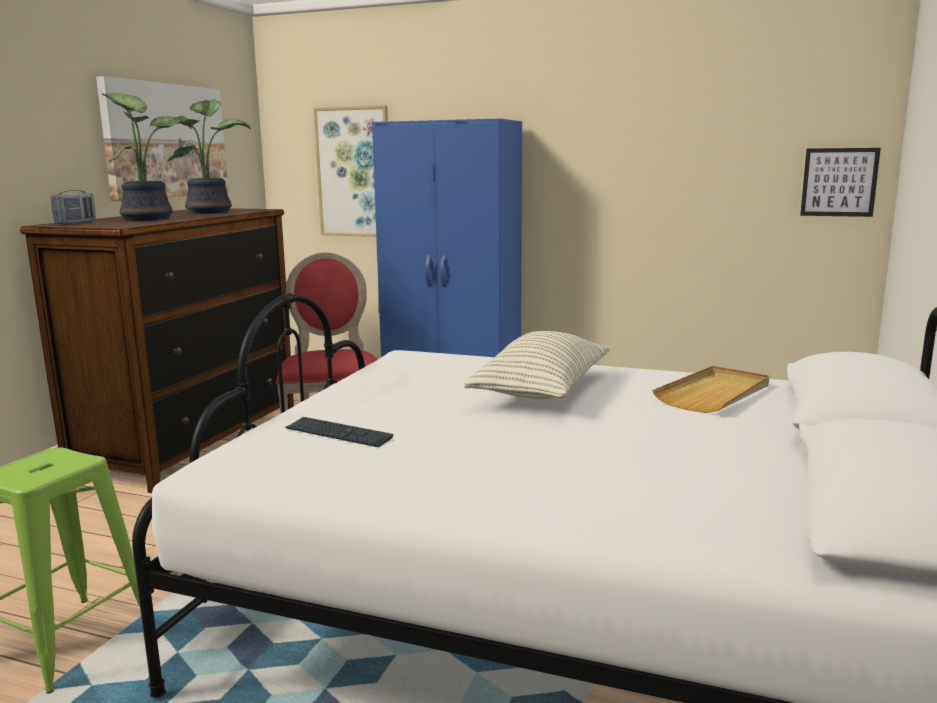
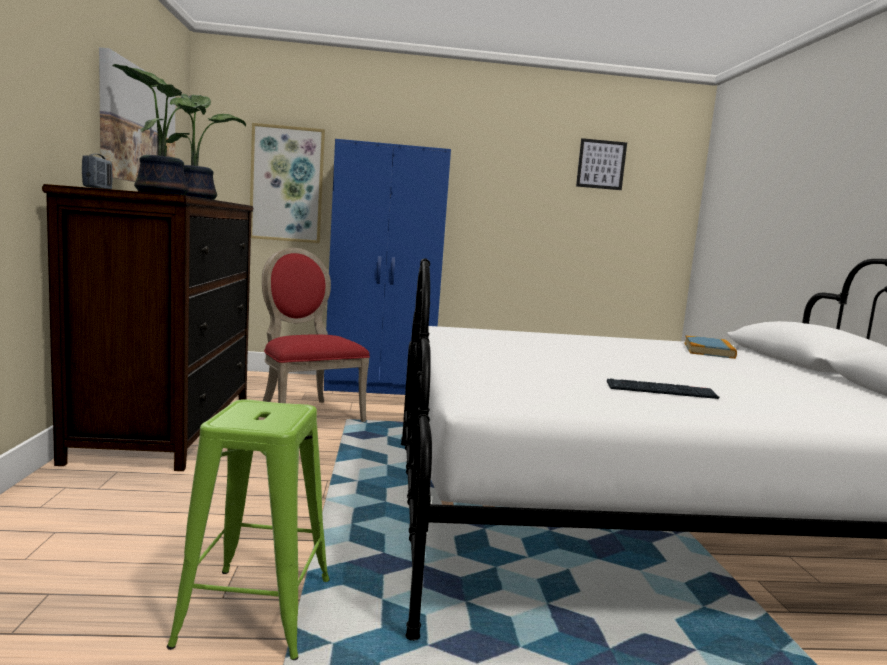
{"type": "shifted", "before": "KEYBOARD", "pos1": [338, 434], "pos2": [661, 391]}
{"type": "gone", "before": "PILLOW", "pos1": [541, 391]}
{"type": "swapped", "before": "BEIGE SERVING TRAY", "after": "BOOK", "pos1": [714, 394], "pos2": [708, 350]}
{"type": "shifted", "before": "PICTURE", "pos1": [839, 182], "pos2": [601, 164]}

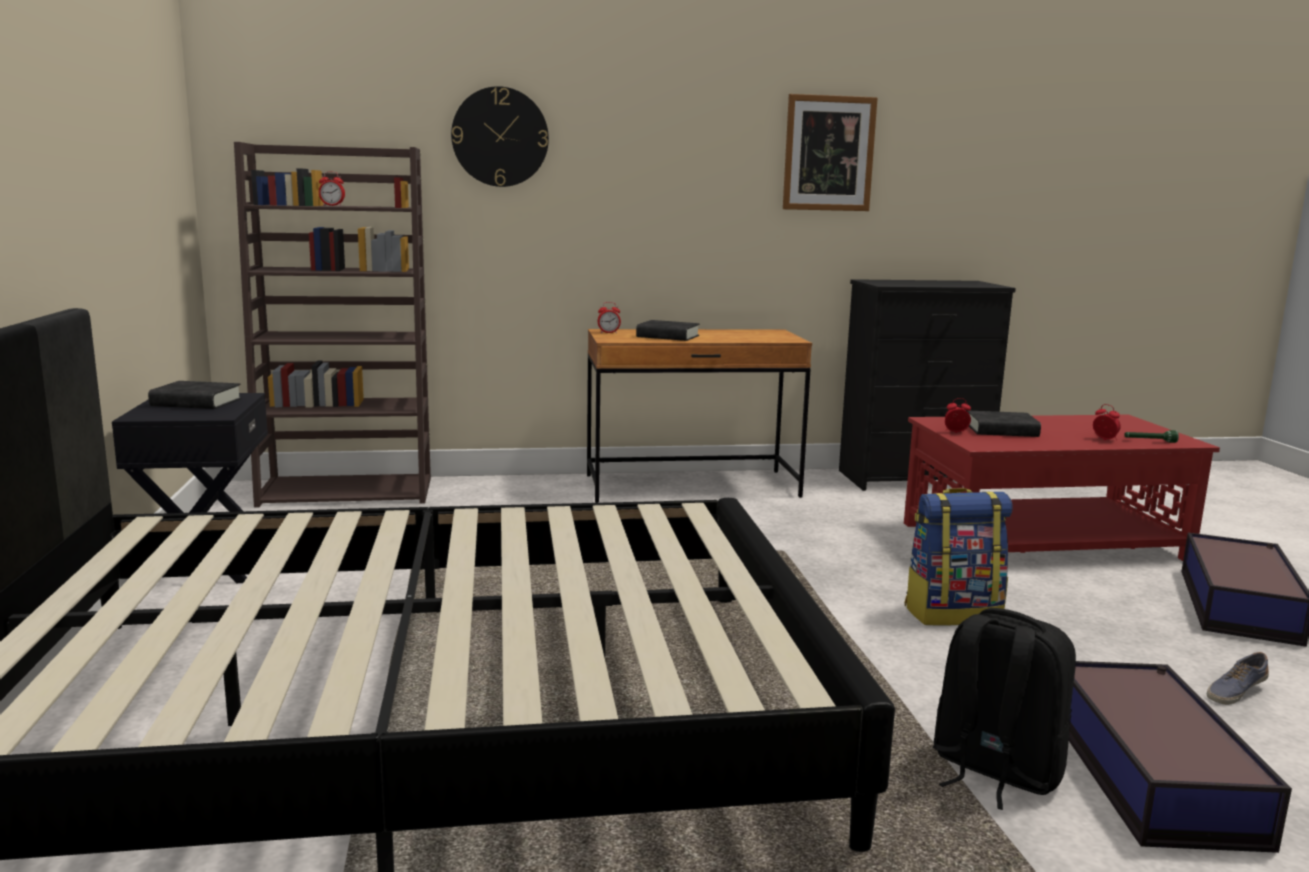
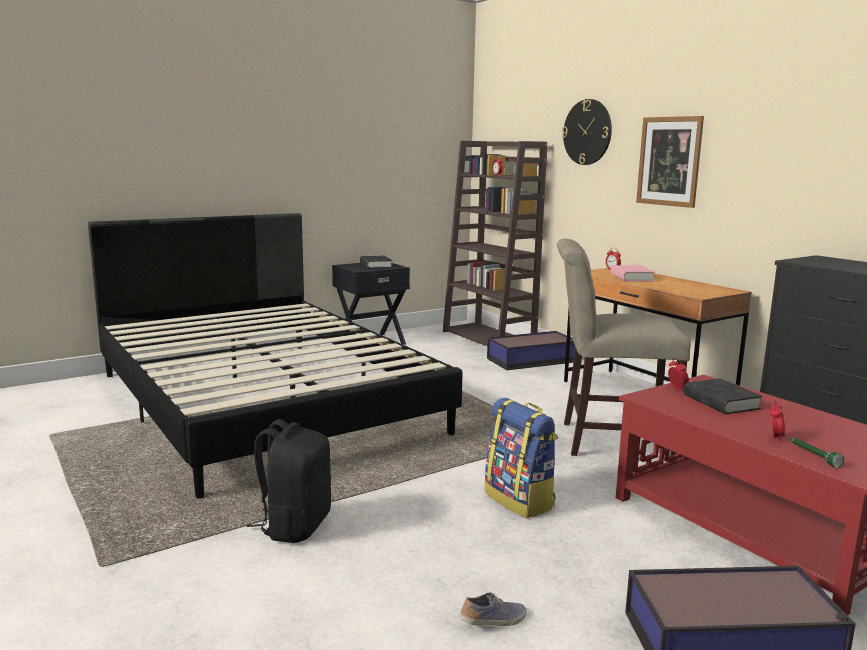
{"type": "repainted", "before": "BLACK-COLOURED BOOK", "after": "PINKISH BOOK", "pos1": [667, 336], "pos2": [631, 277]}
{"type": "shifted", "before": "PICTURE", "pos1": [829, 153], "pos2": [669, 161]}
{"type": "shifted", "before": "STORAGE CONTAINER", "pos1": [1150, 772], "pos2": [533, 360]}
{"type": "rotated", "before": "SHOE", "pos1": [1235, 692], "pos2": [494, 622], "turn": 120}
{"type": "new", "after": "BEIGE CHAIR", "pos2": [608, 440]}

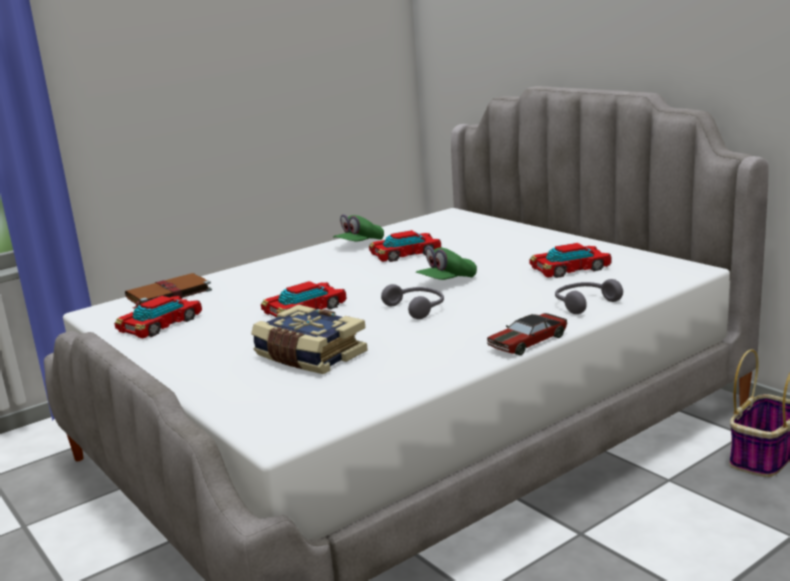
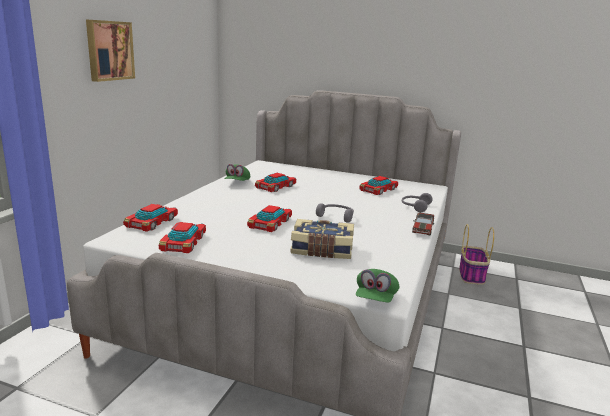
{"type": "swapped", "before": "BROWN-COLOURED BOOK", "after": "TOY CAR", "pos1": [167, 294], "pos2": [152, 222]}
{"type": "shifted", "before": "GREEN CAP", "pos1": [447, 281], "pos2": [375, 299]}
{"type": "new", "after": "PICTURE", "pos2": [109, 50]}

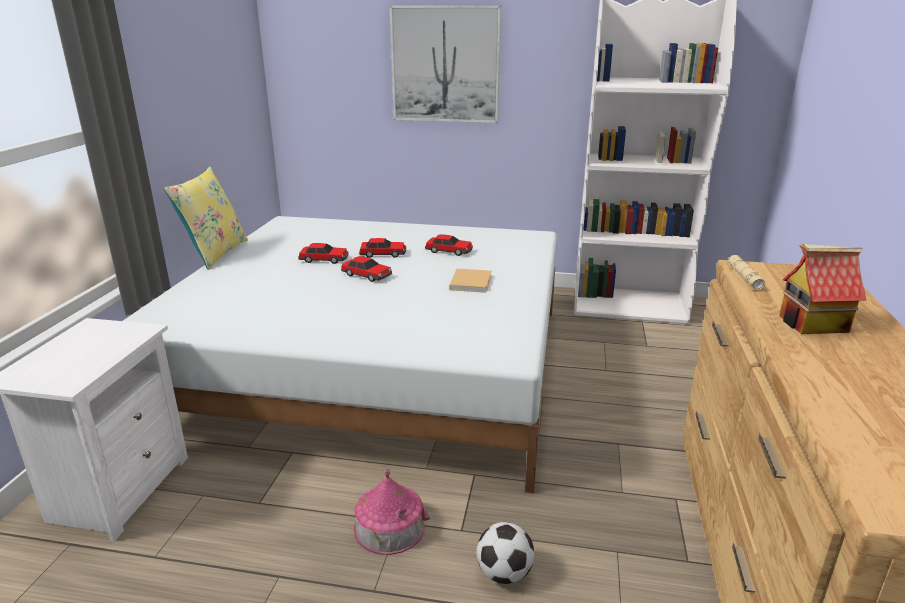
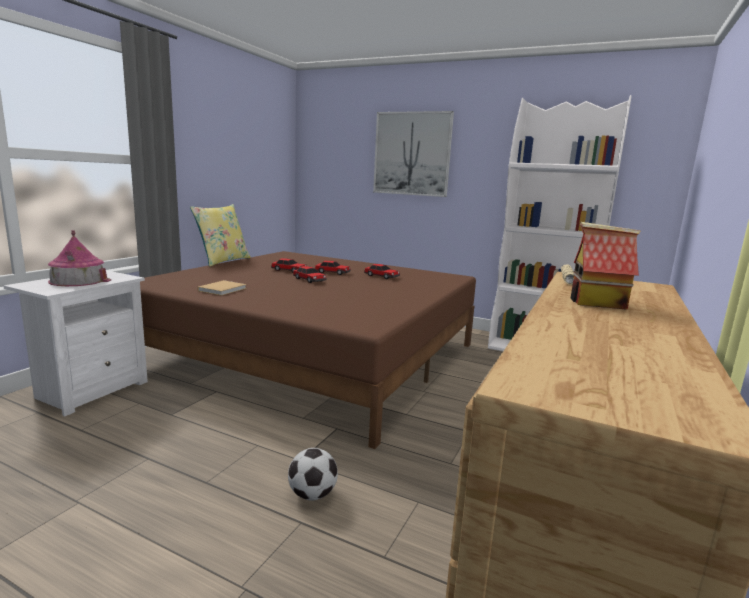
{"type": "repainted", "before": "WHITISH SLEEPING BED", "after": "BROWN-COLOURED SLEEPING BED", "pos1": [376, 366], "pos2": [313, 354]}
{"type": "shifted", "before": "MINIATURE HOUSE", "pos1": [389, 527], "pos2": [78, 280]}
{"type": "shifted", "before": "BEIGE BOOK", "pos1": [471, 282], "pos2": [223, 289]}

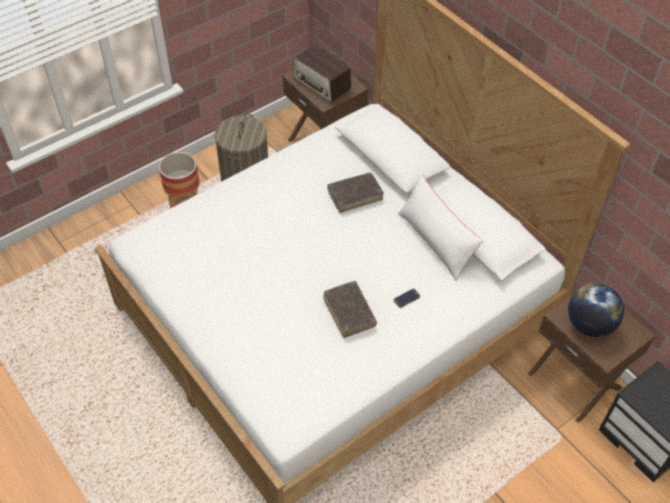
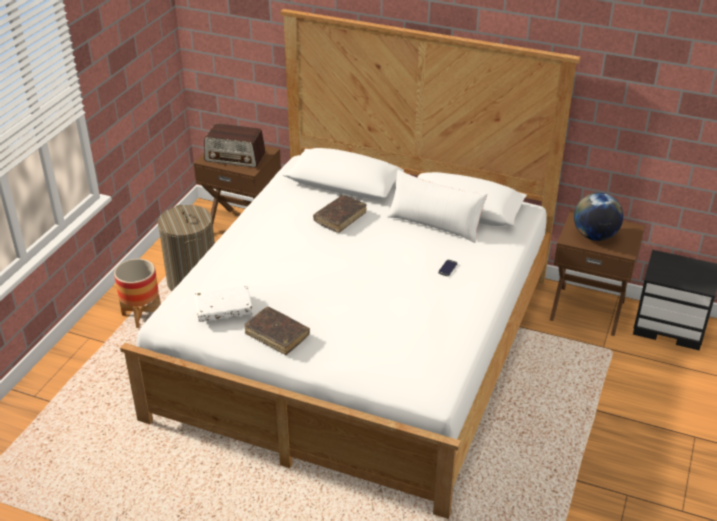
{"type": "shifted", "before": "BROWN-COLOURED BOOK", "pos1": [349, 312], "pos2": [277, 335]}
{"type": "new", "after": "WHITISH BOOK", "pos2": [224, 309]}

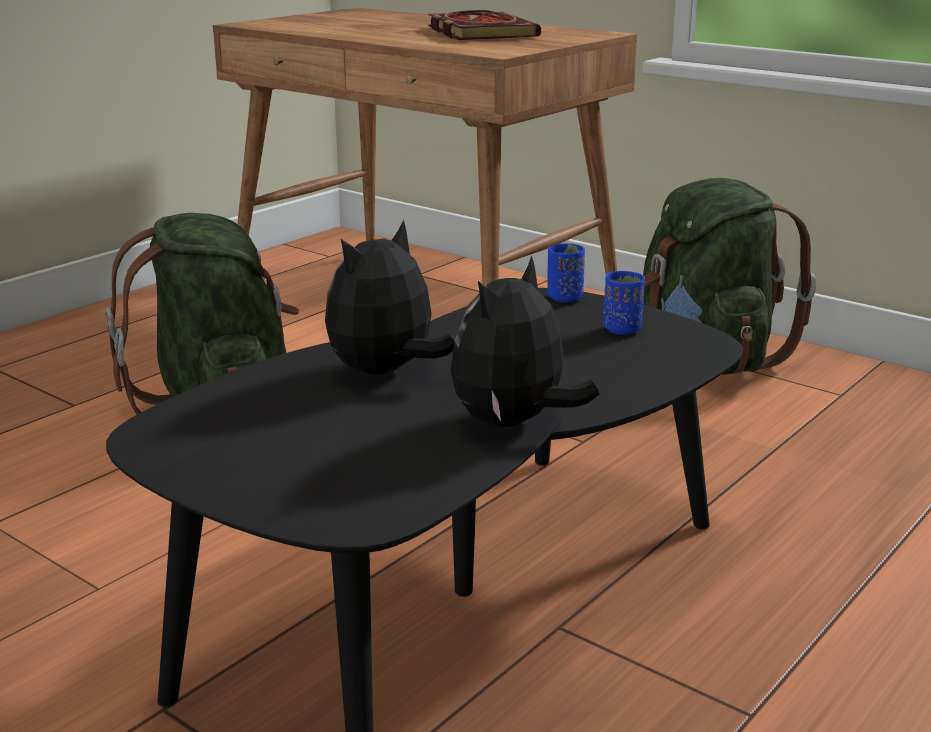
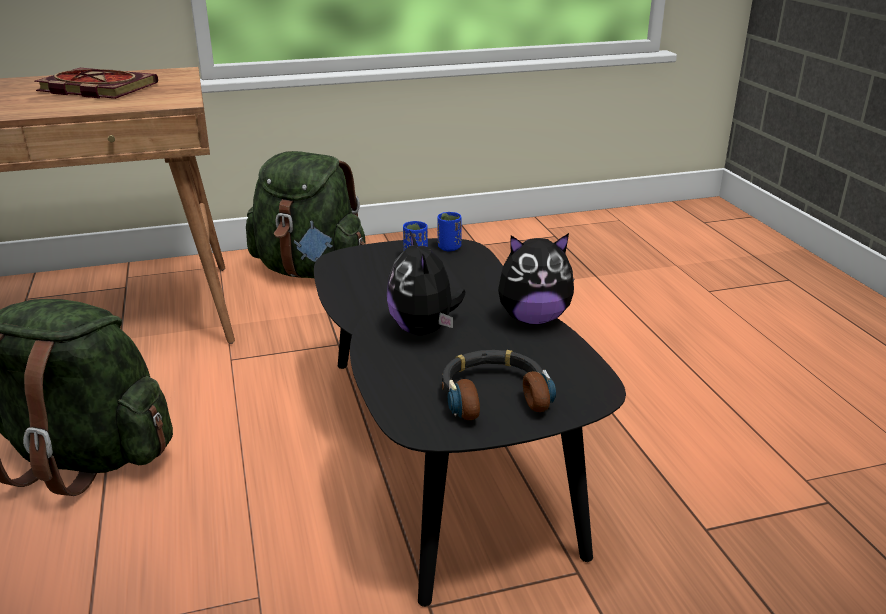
{"type": "rotated", "before": "CUDDLY TOY", "pos1": [514, 423], "pos2": [533, 318], "turn": -75}
{"type": "shifted", "before": "BLUE-COLOURED CUP", "pos1": [564, 298], "pos2": [449, 247]}
{"type": "new", "after": "HEADSET", "pos2": [494, 395]}

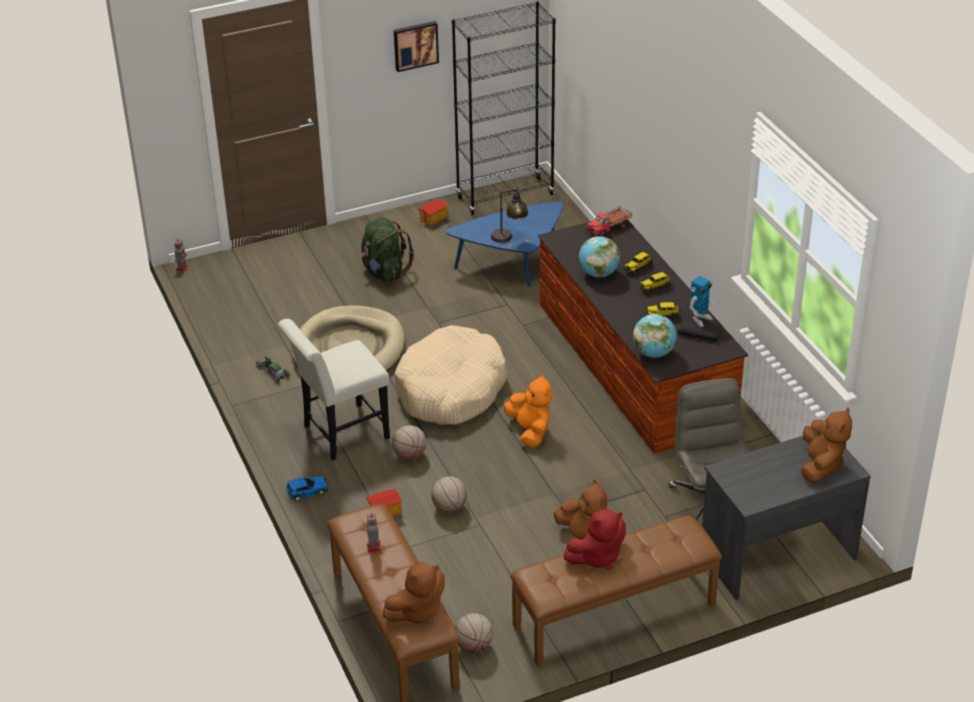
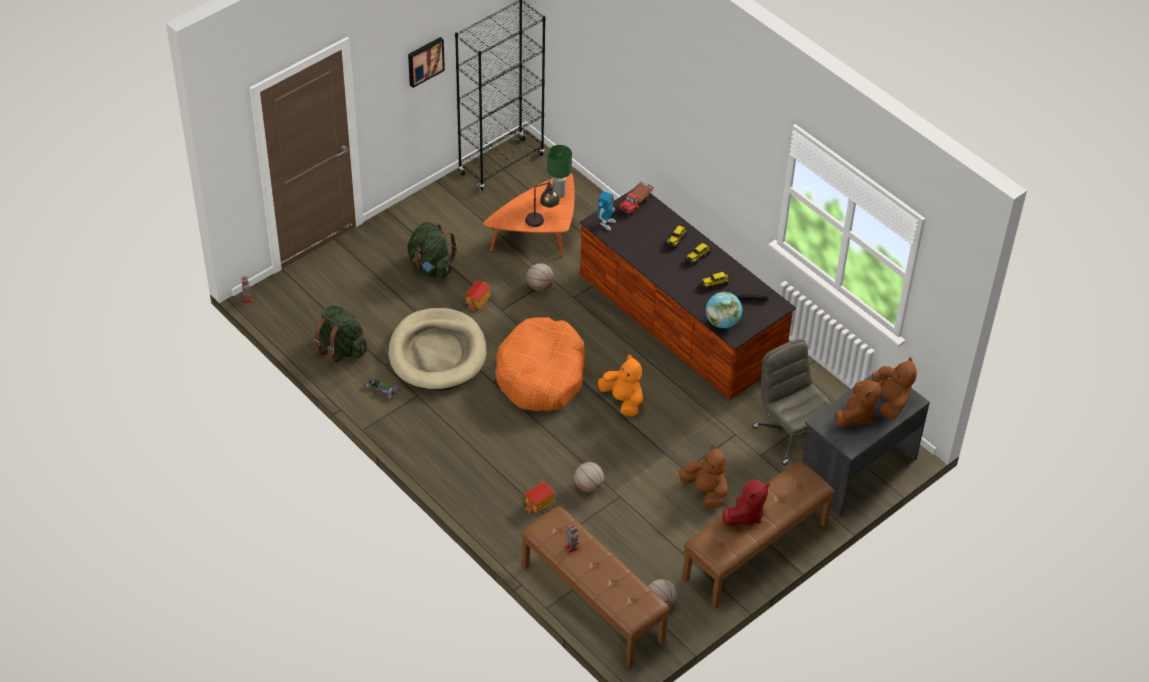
{"type": "gone", "before": "WHITISH CHAIR", "pos1": [340, 434]}
{"type": "gone", "before": "TOY CAR", "pos1": [306, 491]}
{"type": "shifted", "before": "BROWN-COLOURED CUDDLY TOY", "pos1": [417, 611], "pos2": [856, 415]}
{"type": "shifted", "before": "BASKETBALL BALL", "pos1": [410, 455], "pos2": [540, 286]}
{"type": "repainted", "before": "BEIGE DOG CUSHION", "after": "ORANGEY DOG CUSHION", "pos1": [451, 390], "pos2": [541, 375]}
{"type": "shifted", "before": "MINIATURE HOUSE", "pos1": [433, 220], "pos2": [478, 301]}
{"type": "repainted", "before": "BLUE-COLOURED LOUNGE TABLE", "after": "ORANGEY LOUNGE TABLE", "pos1": [512, 265], "pos2": [539, 237]}
{"type": "gone", "before": "WORLD GLOBE", "pos1": [598, 274]}
{"type": "shifted", "before": "MODEL ROBOT", "pos1": [700, 319], "pos2": [606, 223]}
{"type": "new", "after": "GREEN BACKPACK", "pos2": [341, 348]}
{"type": "new", "after": "GREEN TABLE LAMP", "pos2": [558, 193]}

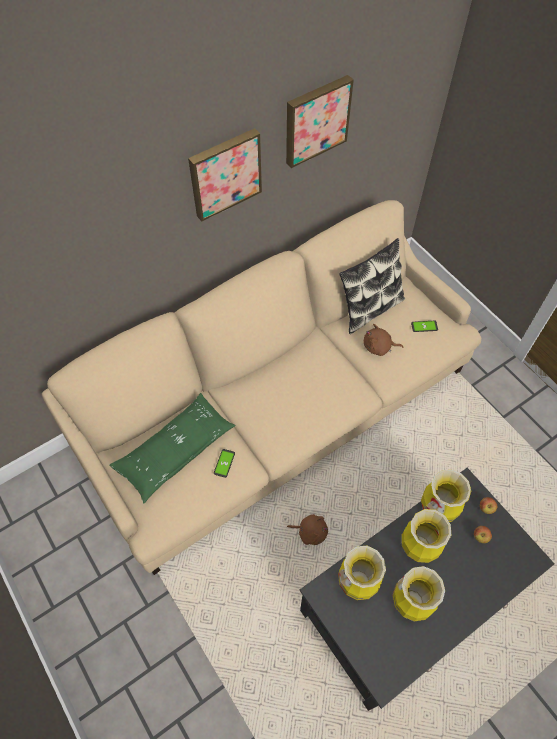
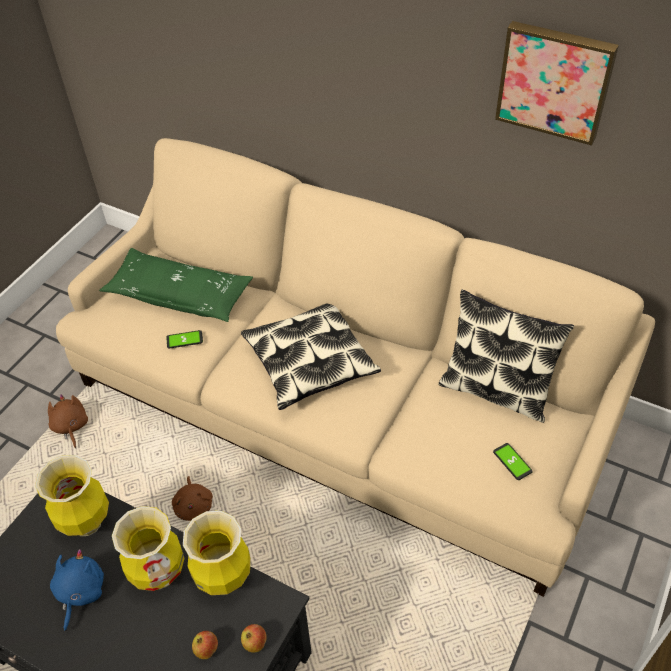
{"type": "gone", "before": "PICTURE", "pos1": [224, 173]}
{"type": "shifted", "before": "BROWN-COLOURED CUDDLY TOY", "pos1": [379, 347], "pos2": [71, 427]}
{"type": "swapped", "before": "VASE", "after": "BLUE-COLOURED CUDDLY TOY", "pos1": [410, 602], "pos2": [80, 592]}
{"type": "new", "after": "PILLOW", "pos2": [309, 362]}

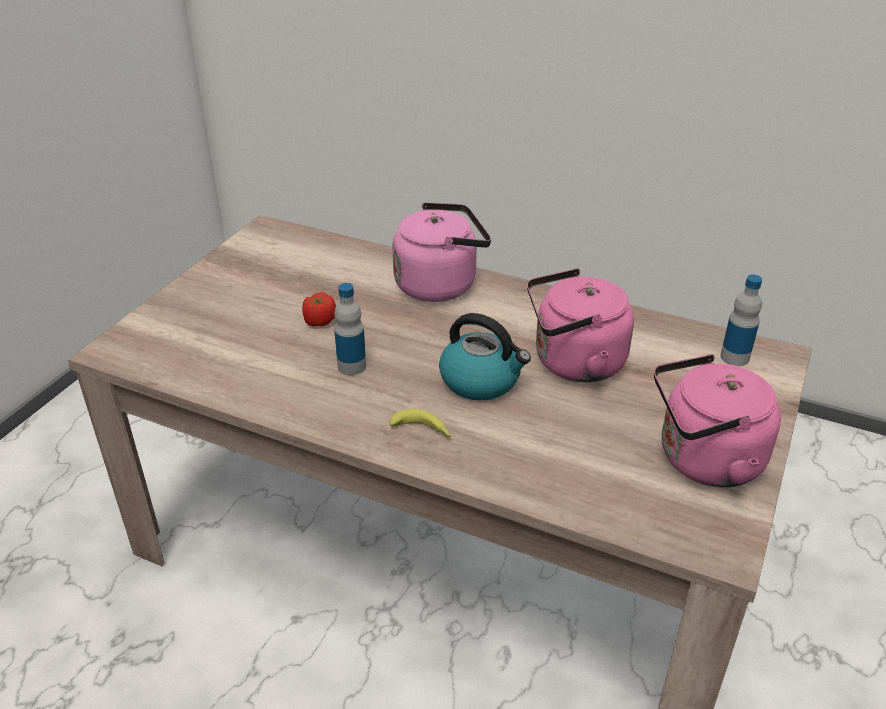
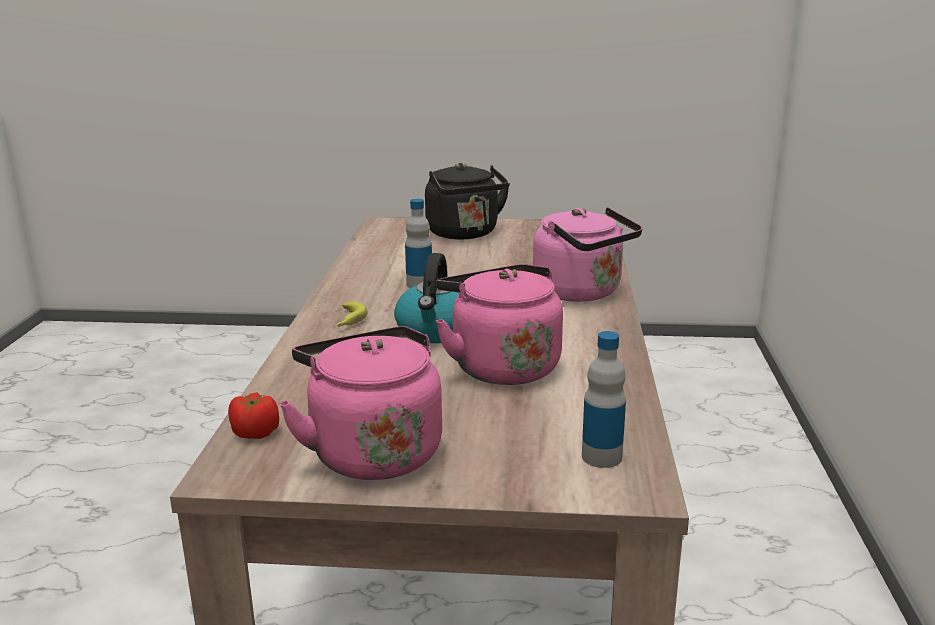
{"type": "shifted", "before": "TOMATO", "pos1": [319, 321], "pos2": [255, 433]}
{"type": "new", "after": "BLACK-COLOURED WATER KETTLE", "pos2": [465, 234]}

